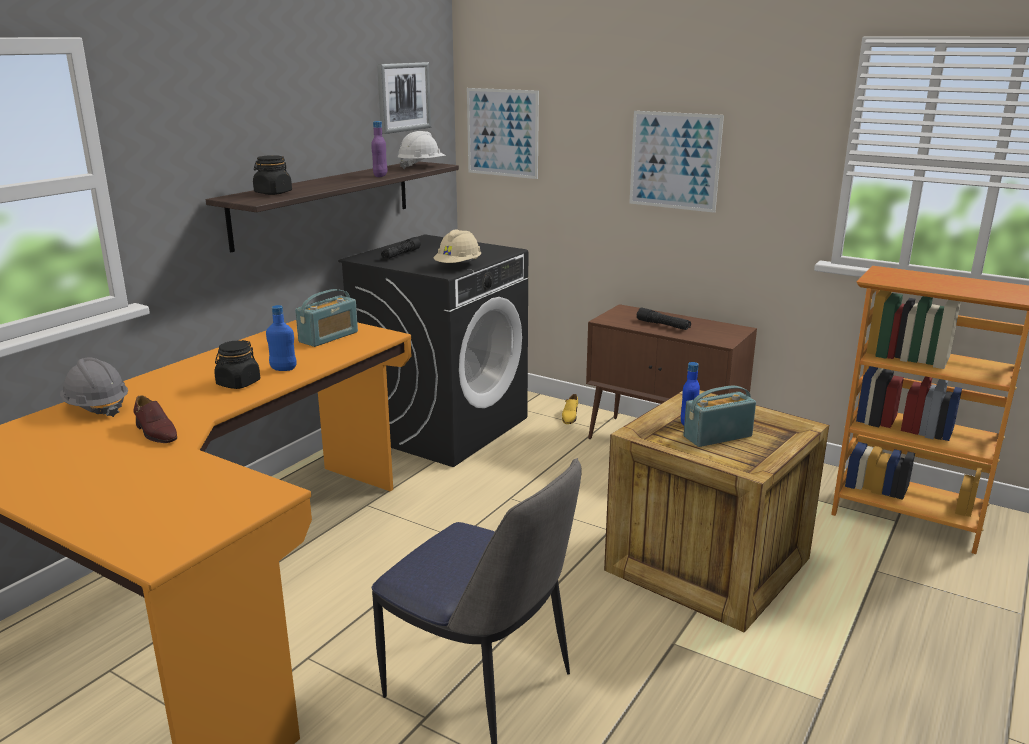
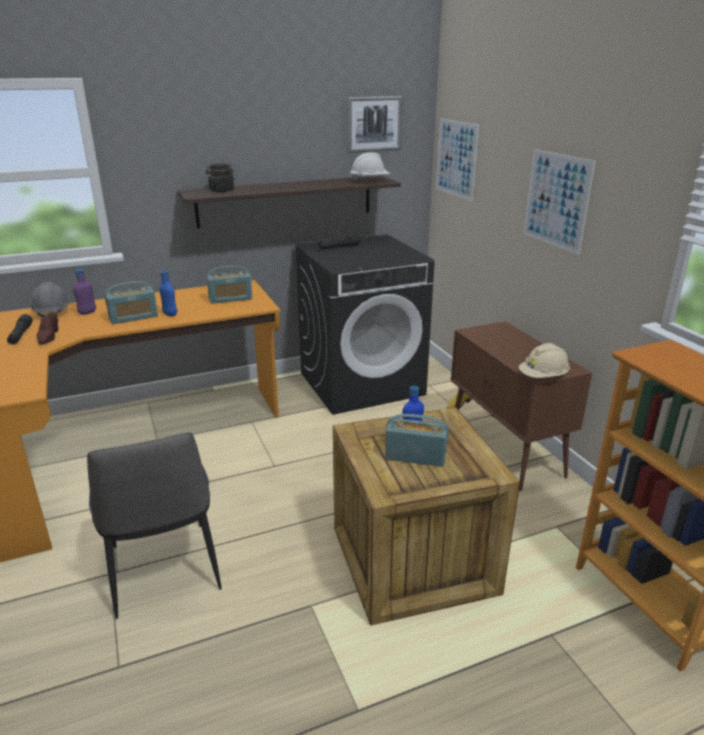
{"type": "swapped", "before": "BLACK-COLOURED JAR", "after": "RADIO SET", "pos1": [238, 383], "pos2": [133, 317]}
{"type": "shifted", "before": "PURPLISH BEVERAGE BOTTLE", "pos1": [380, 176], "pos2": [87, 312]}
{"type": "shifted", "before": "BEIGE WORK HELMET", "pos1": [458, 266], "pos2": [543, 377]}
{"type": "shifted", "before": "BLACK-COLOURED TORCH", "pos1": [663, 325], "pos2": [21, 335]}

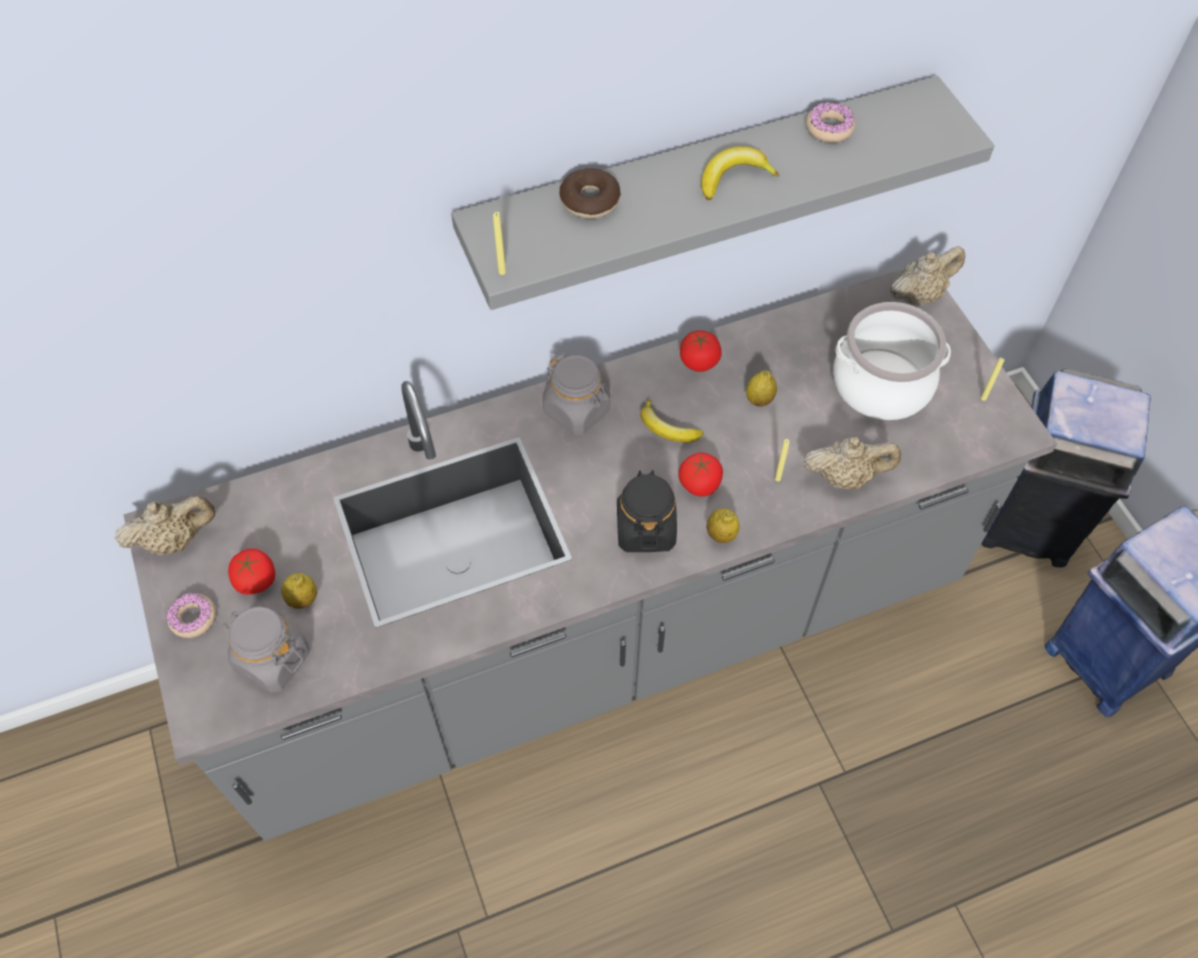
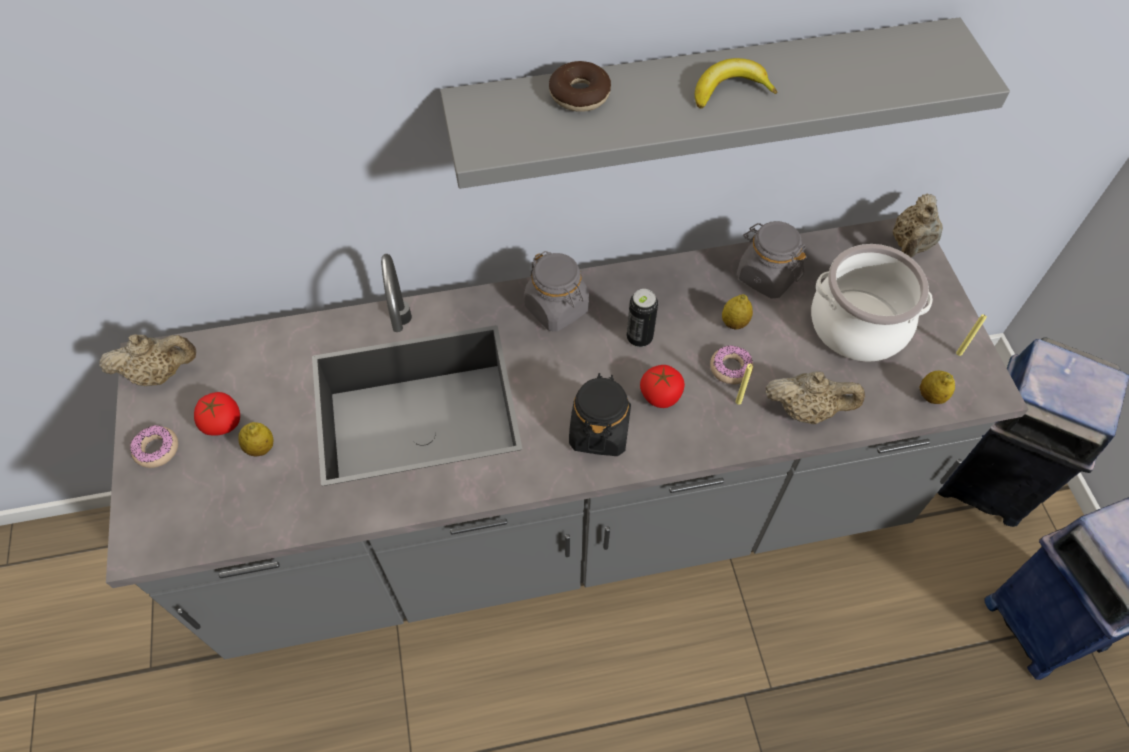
{"type": "shifted", "before": "GRAY JAR", "pos1": [272, 660], "pos2": [766, 276]}
{"type": "gone", "before": "YELLOW CANDLE", "pos1": [502, 272]}
{"type": "swapped", "before": "BANANA", "after": "SEALED CAN", "pos1": [667, 429], "pos2": [639, 338]}
{"type": "gone", "before": "TOMATO", "pos1": [699, 361]}
{"type": "shifted", "before": "WHOLE LEMON", "pos1": [721, 534], "pos2": [931, 396]}
{"type": "shifted", "before": "DONUT", "pos1": [829, 128], "pos2": [730, 368]}
{"type": "rotated", "before": "BEIGE POT FOR TEA", "pos1": [919, 295], "pos2": [910, 245], "turn": 135}

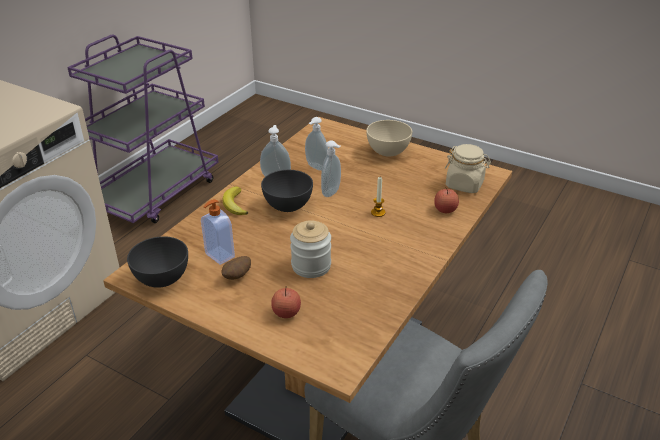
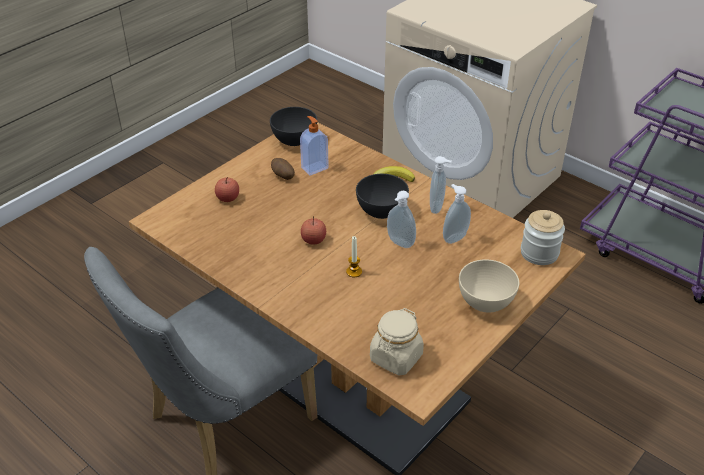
{"type": "shifted", "before": "JAR", "pos1": [311, 266], "pos2": [539, 253]}
{"type": "shifted", "before": "WHOLE APPLE", "pos1": [445, 210], "pos2": [313, 240]}

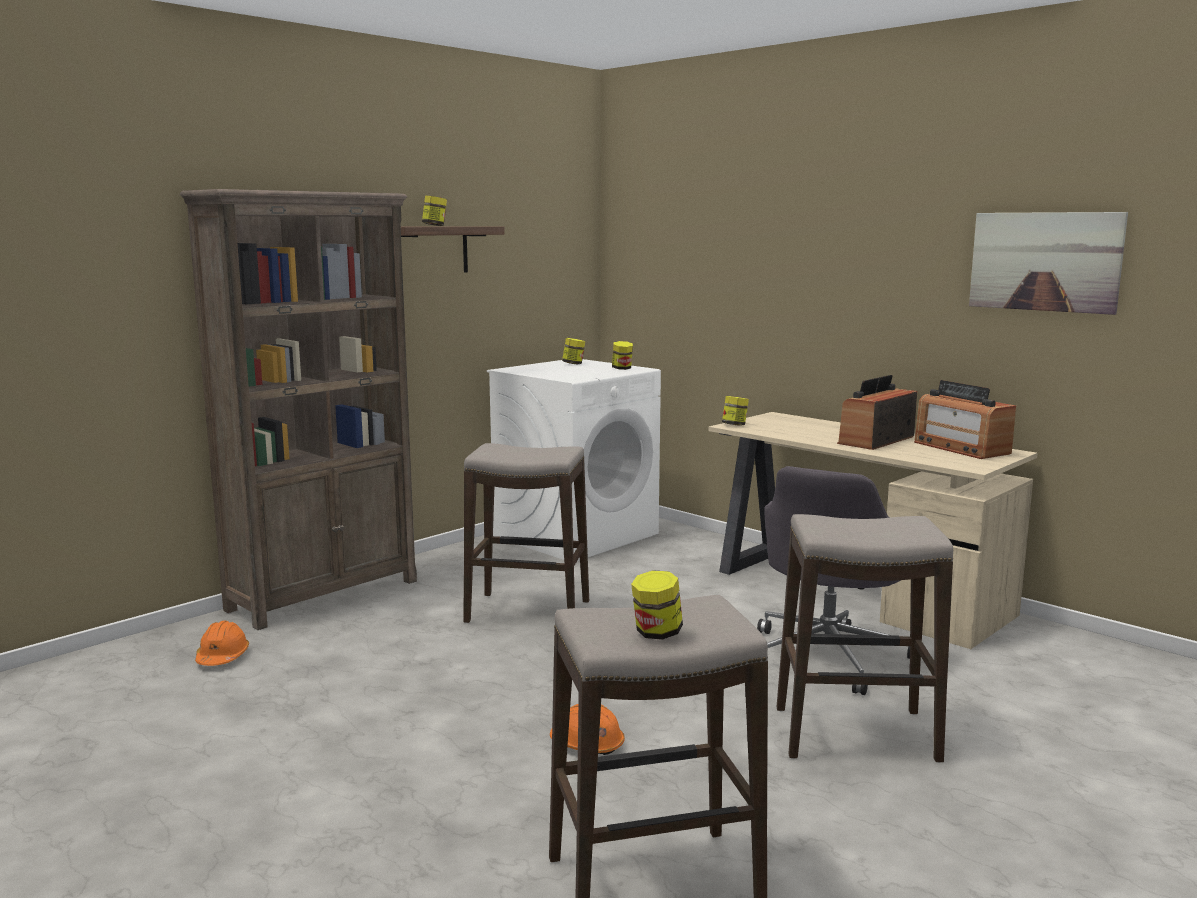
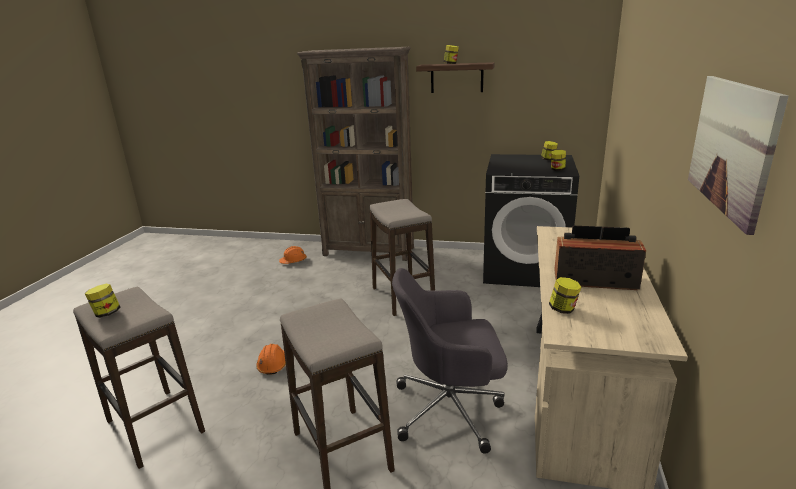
{"type": "repainted", "before": "WHITISH LAUNDRY MACHINE", "after": "BLACK-COLOURED LAUNDRY MACHINE", "pos1": [576, 535], "pos2": [525, 269]}
{"type": "shifted", "before": "JAR", "pos1": [734, 425], "pos2": [563, 309]}
{"type": "gone", "before": "RADIO SET", "pos1": [961, 448]}

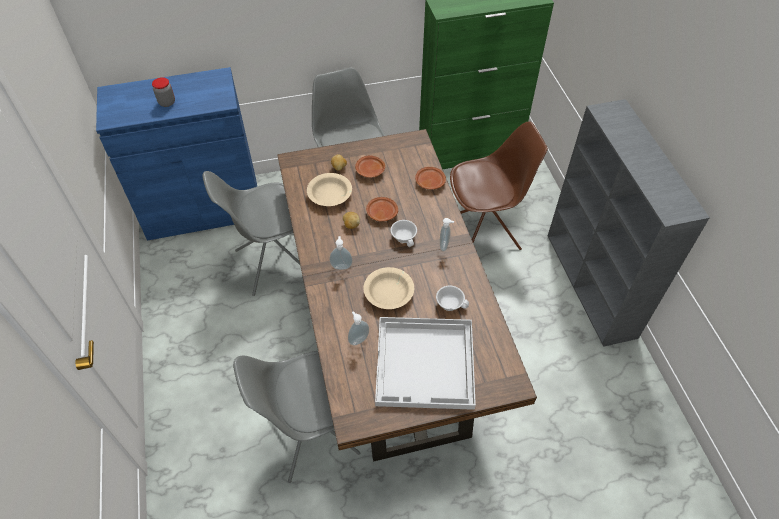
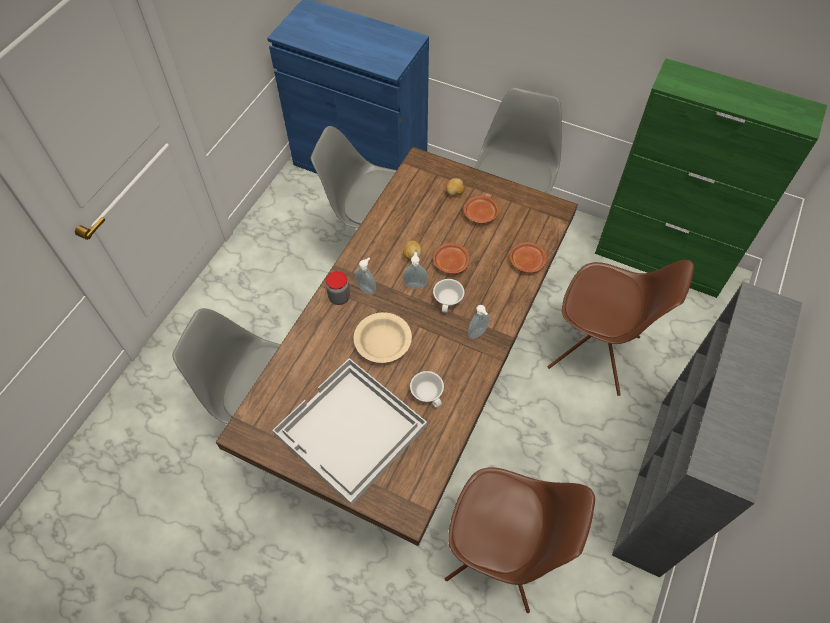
{"type": "shifted", "before": "JAR", "pos1": [167, 102], "pos2": [339, 297]}
{"type": "gone", "before": "BEIGE DEEP DISH", "pos1": [330, 195]}
{"type": "shifted", "before": "LIQUID SOAP BOTTLE", "pos1": [358, 339], "pos2": [415, 284]}
{"type": "new", "after": "BROWN-COLOURED CHAIR", "pos2": [501, 556]}

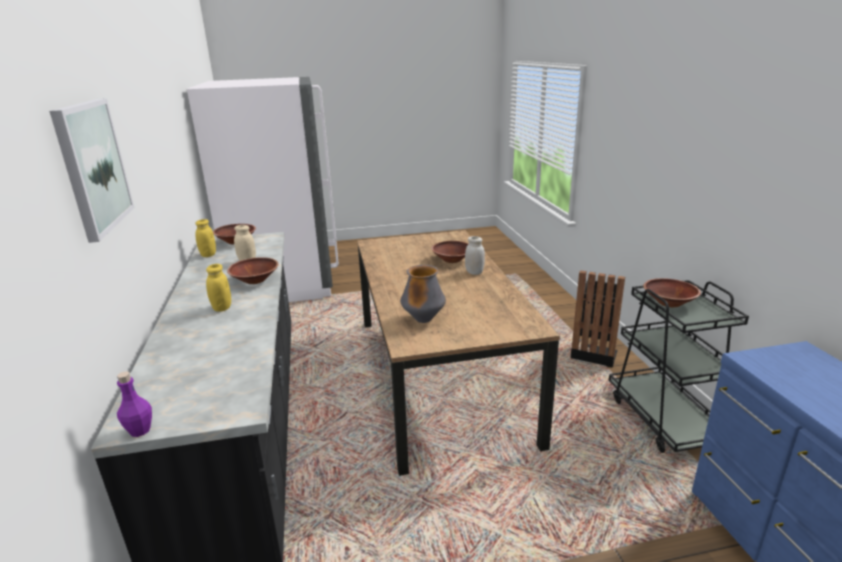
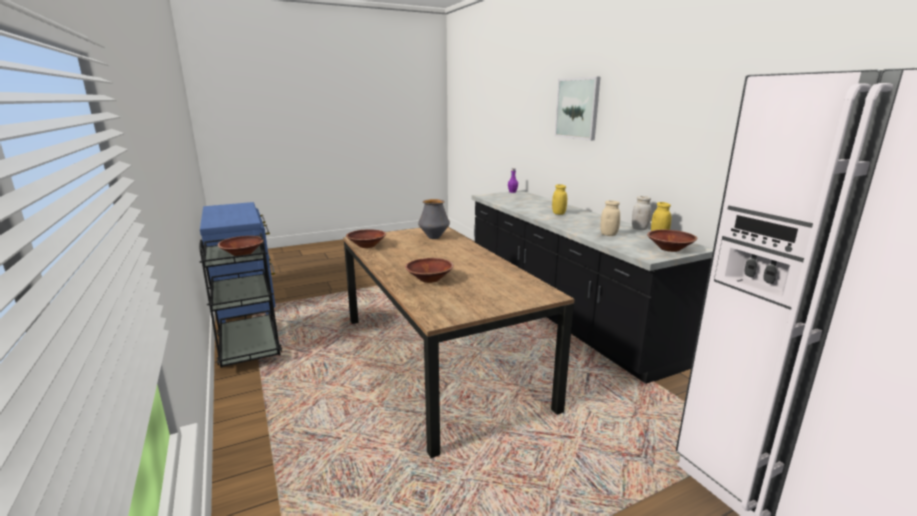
{"type": "shifted", "before": "BROWN-COLOURED DEEP DISH", "pos1": [255, 280], "pos2": [367, 246]}
{"type": "shifted", "before": "WHITISH JAR", "pos1": [474, 272], "pos2": [639, 228]}
{"type": "gone", "before": "BLACK-COLOURED TRASH CAN", "pos1": [594, 353]}

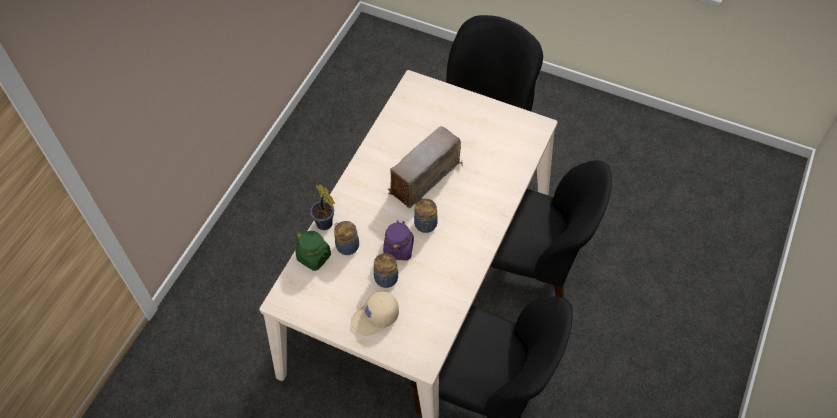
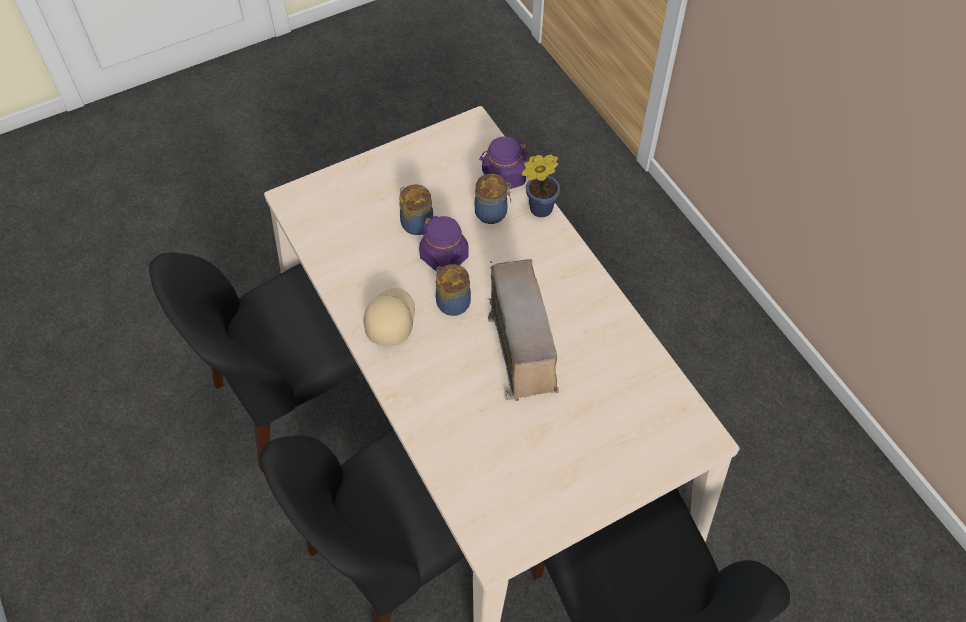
{"type": "repainted", "before": "GREEN JAR", "after": "PURPLISH JAR", "pos1": [314, 257], "pos2": [503, 177]}
{"type": "shifted", "before": "BEIGE CAP", "pos1": [375, 317], "pos2": [389, 319]}

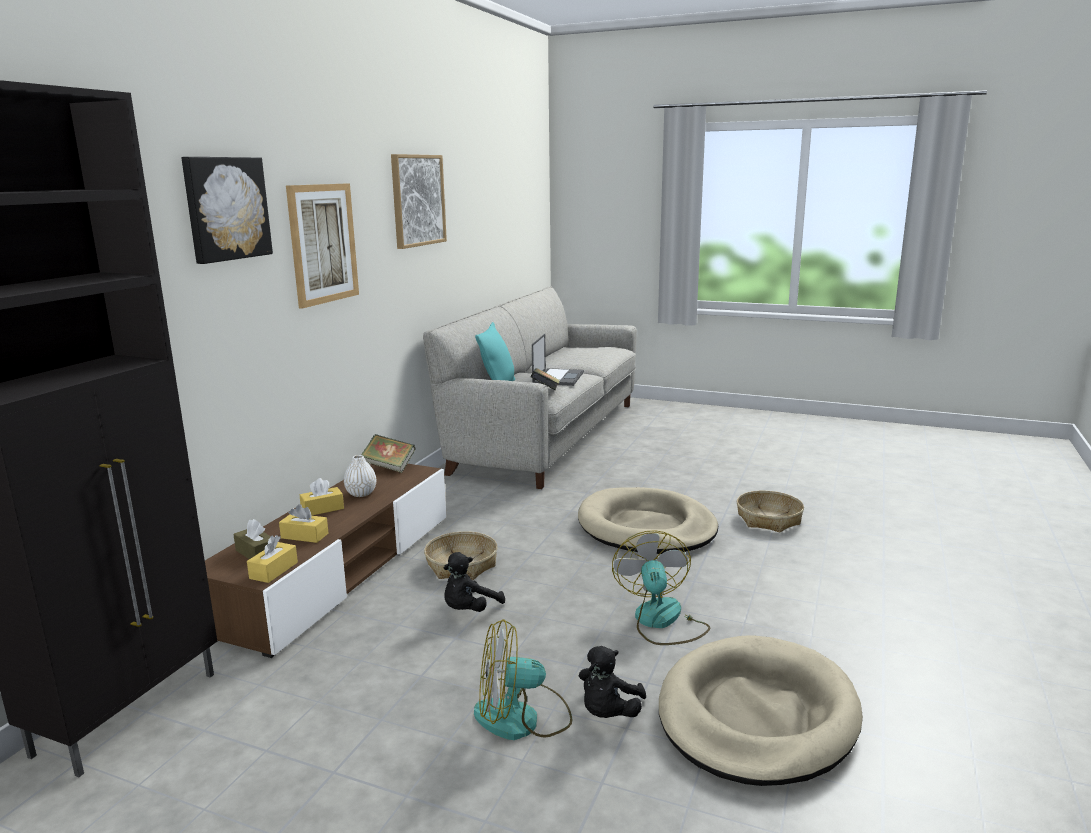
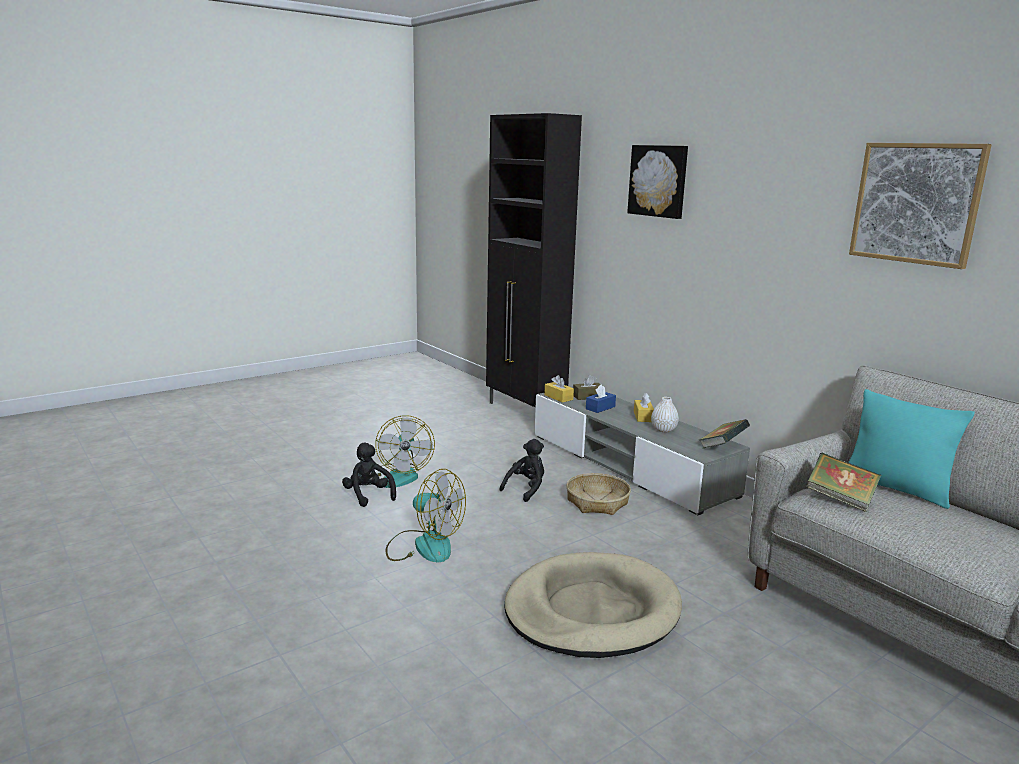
{"type": "repainted", "before": "BROWN-COLOURED TV UNIT", "after": "GRAY TV UNIT", "pos1": [338, 571], "pos2": [629, 464]}
{"type": "repainted", "before": "YELLOW TISSUE HOLDER", "after": "BLUE-COLOURED TISSUE HOLDER", "pos1": [304, 536], "pos2": [600, 408]}
{"type": "gone", "before": "PICTURE", "pos1": [323, 244]}
{"type": "rotated", "before": "BLACK-COLOURED CUDDLY TOY", "pos1": [469, 610], "pos2": [526, 489], "turn": 60}
{"type": "rotated", "before": "COOLING FAN", "pos1": [522, 718], "pos2": [399, 475], "turn": 150}
{"type": "gone", "before": "LAPTOP", "pos1": [558, 377]}
{"type": "gone", "before": "BEIGE DOG CUSHION", "pos1": [756, 715]}
{"type": "gone", "before": "STORAGE BASKET", "pos1": [769, 519]}

